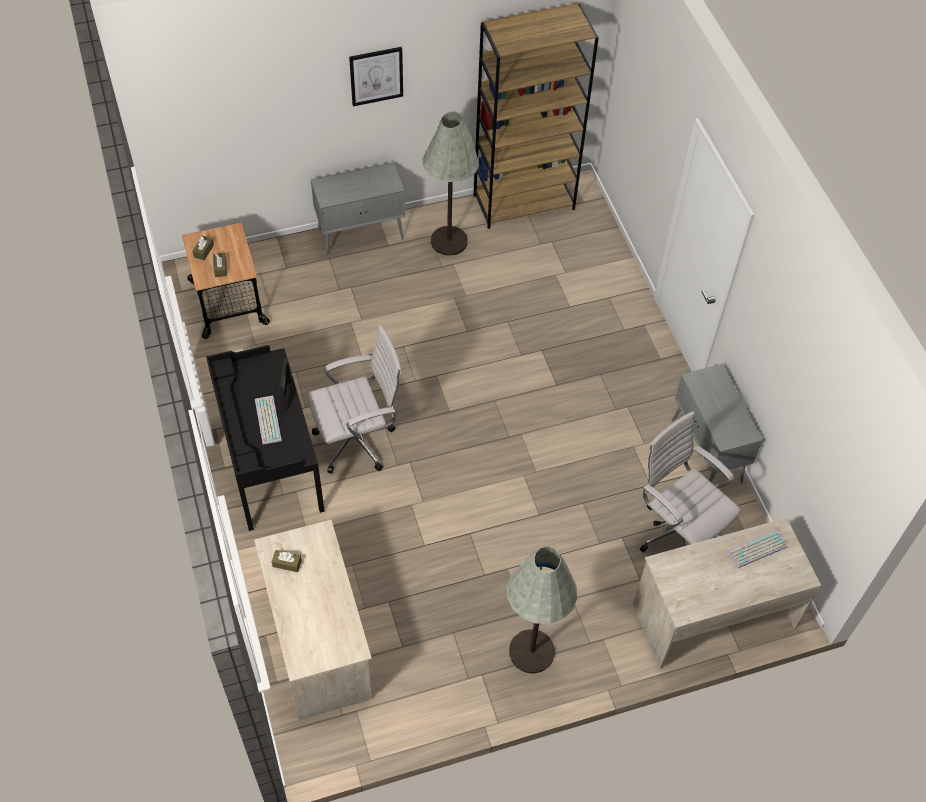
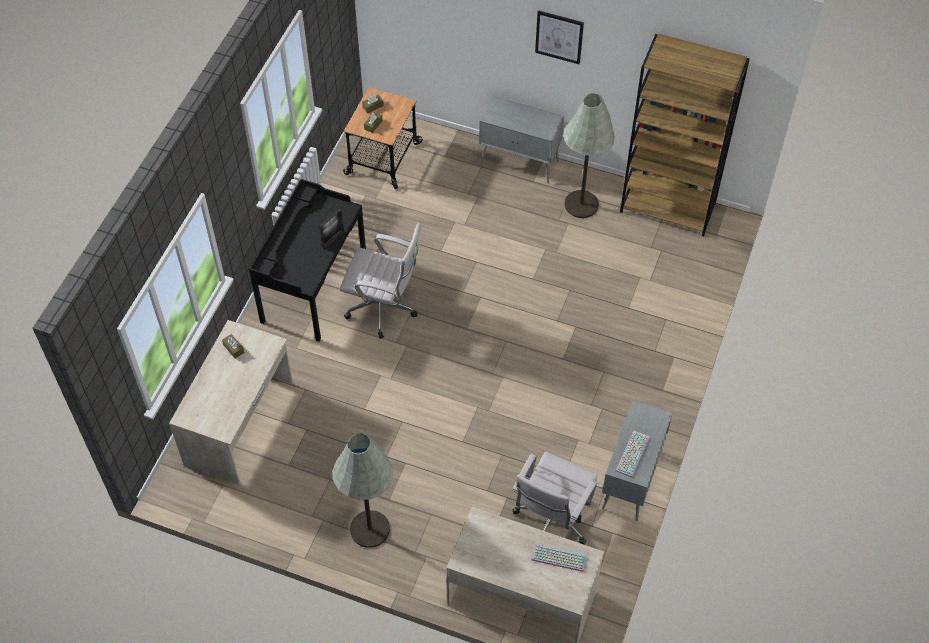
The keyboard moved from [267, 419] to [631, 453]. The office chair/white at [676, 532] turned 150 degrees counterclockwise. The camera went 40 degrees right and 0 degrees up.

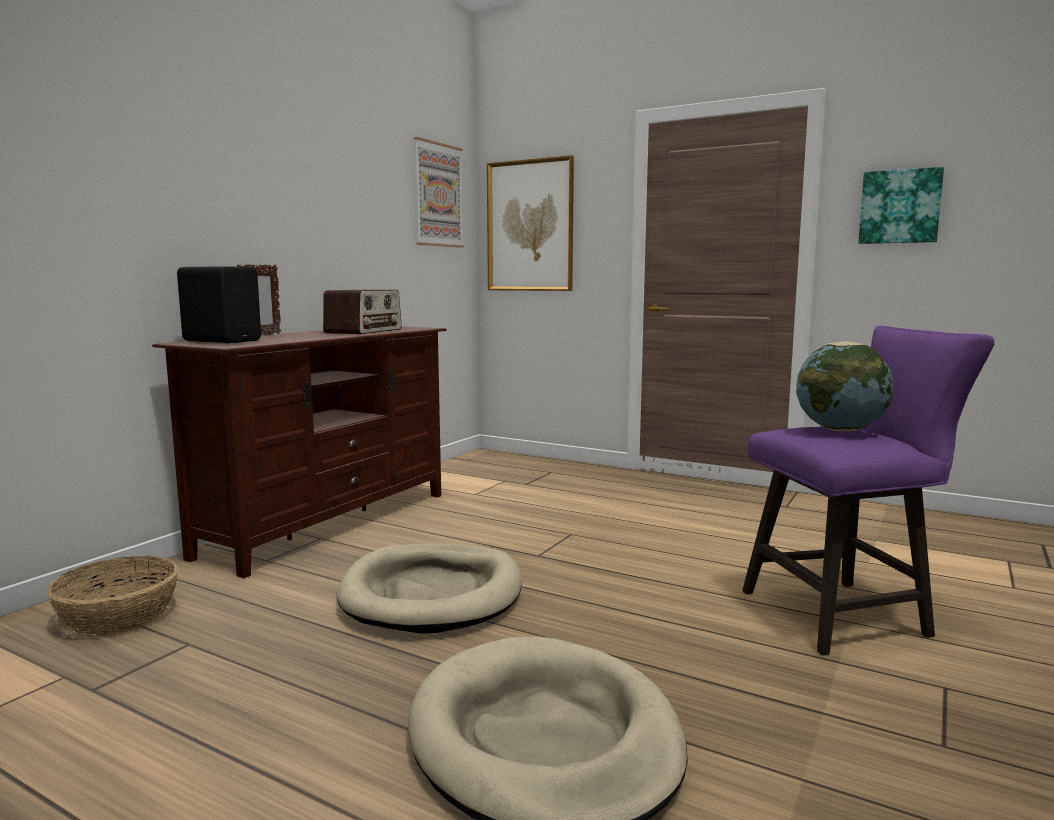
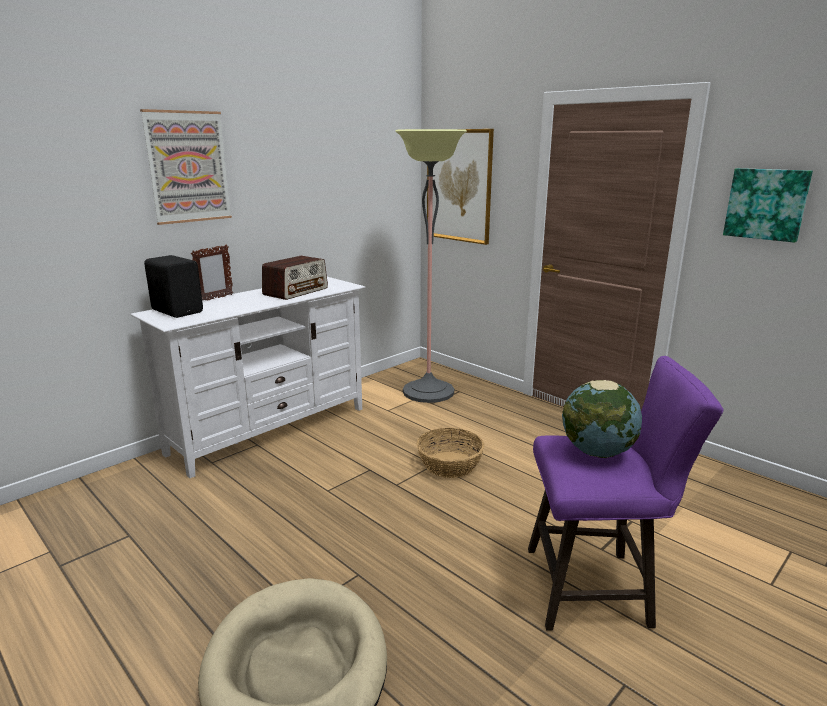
The basket moved from [118, 616] to [449, 464]. The tv stand/brown at [328, 523] became the tv stand/white at [270, 430]. The dog bed/beige at [433, 594] disappeared. The picture moved from [438, 195] to [188, 167]. The floor lamp at [428, 392] appeared. The camera went 15 degrees right and 10 degrees up.

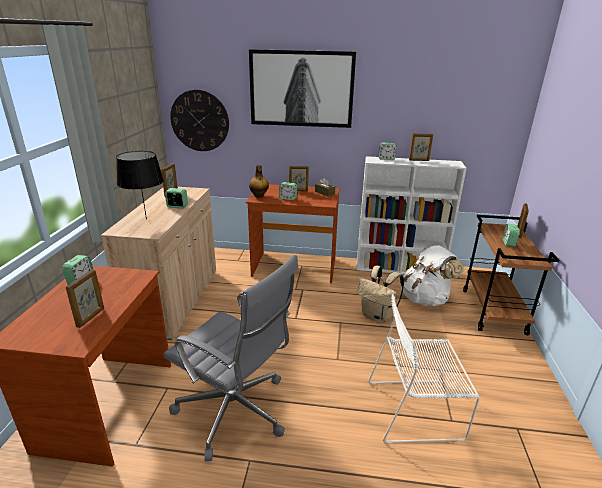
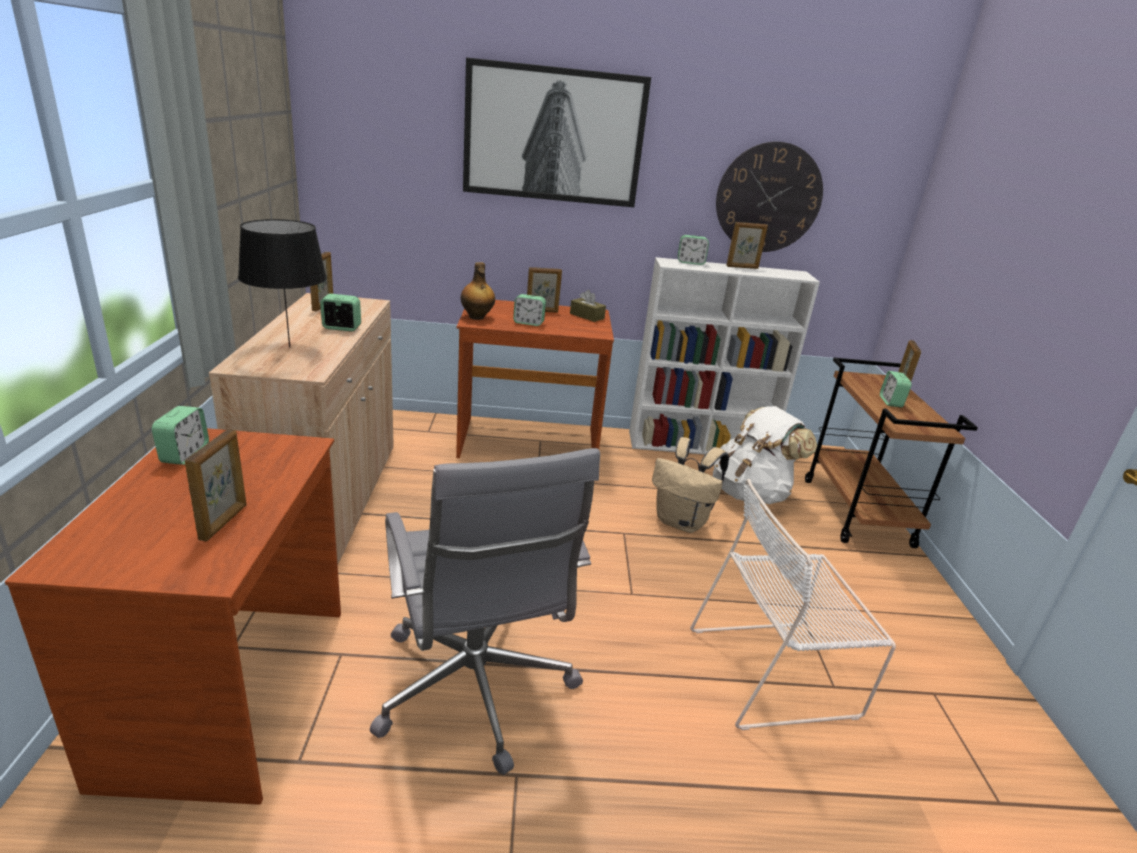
The office chair/grey at [235, 411] turned 45 degrees clockwise. The wall clock moved from [200, 121] to [768, 198]. The camera went 10 degrees left and 0 degrees up.

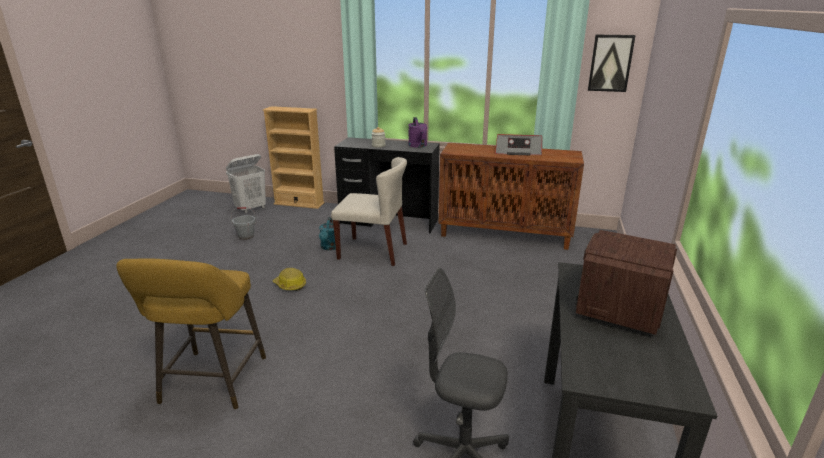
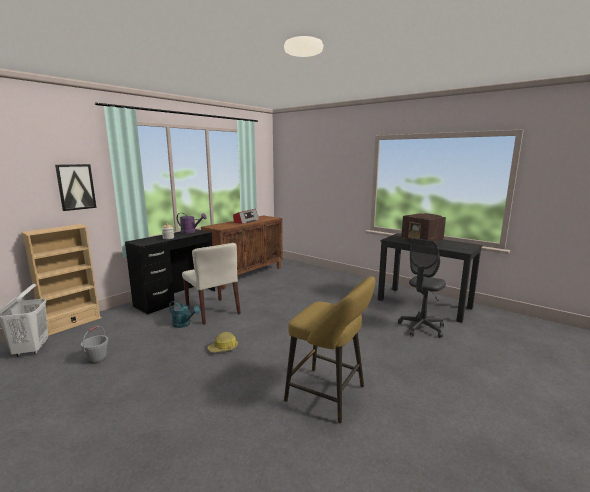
The chair/beige at [373, 251] turned 105 degrees clockwise. The picture moved from [610, 63] to [76, 187]. The camera went 65 degrees left and 10 degrees down.

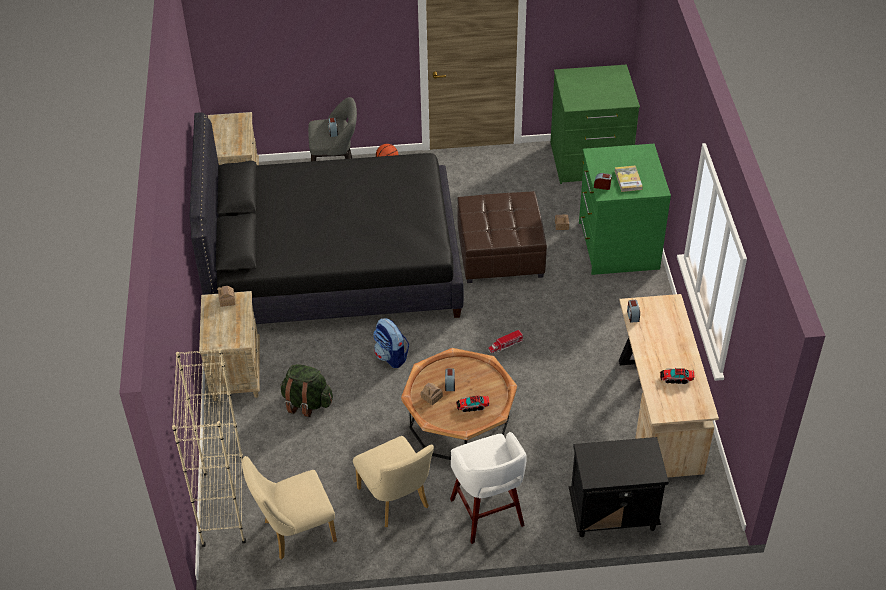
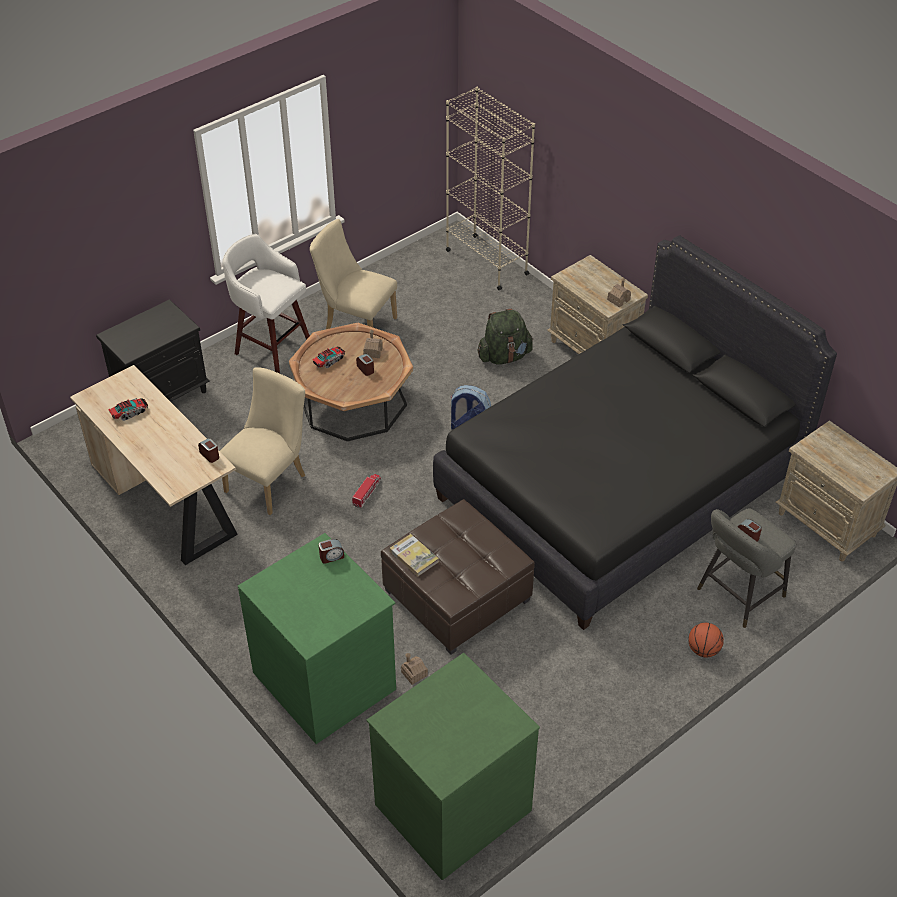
The chair/beige moved from [294, 532] to [270, 480]. The book moved from [628, 180] to [414, 556]. The camera went 145 degrees right and 0 degrees up.

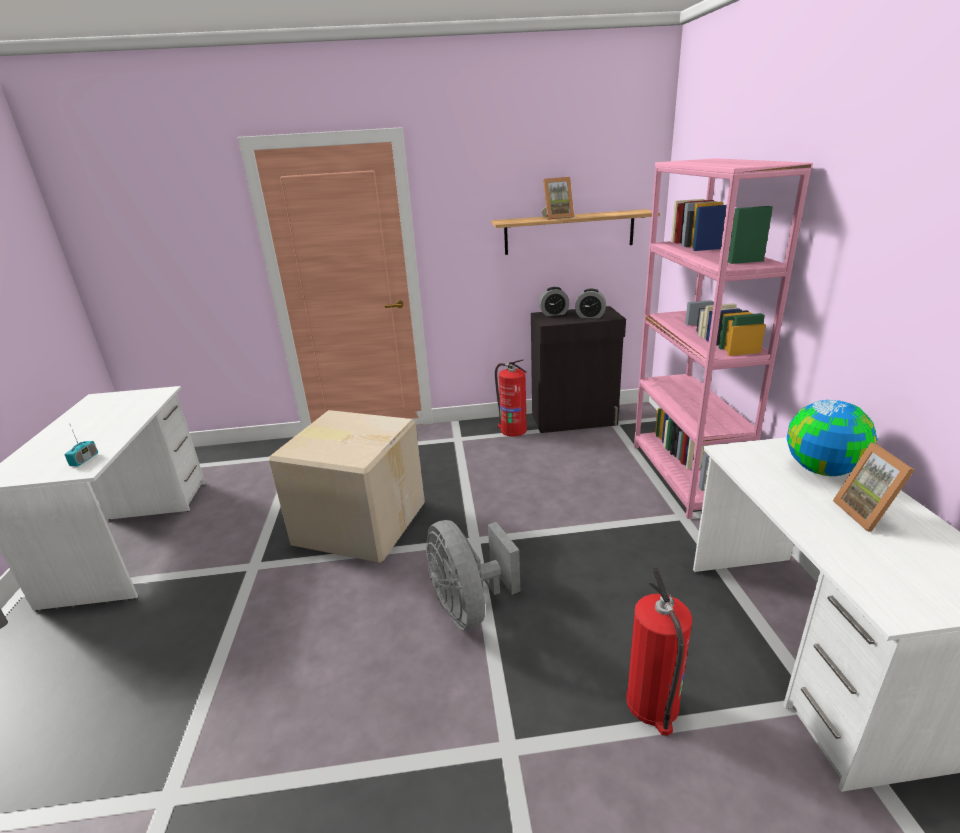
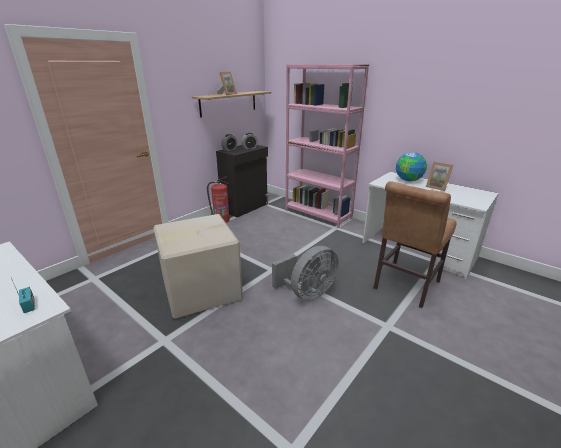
The fan/grey at [469, 606] turned 60 degrees counterclockwise. The fire extinguisher at [652, 704] was replaced by the chair/brown at [404, 286]. The camera went 45 degrees left and 0 degrees up.

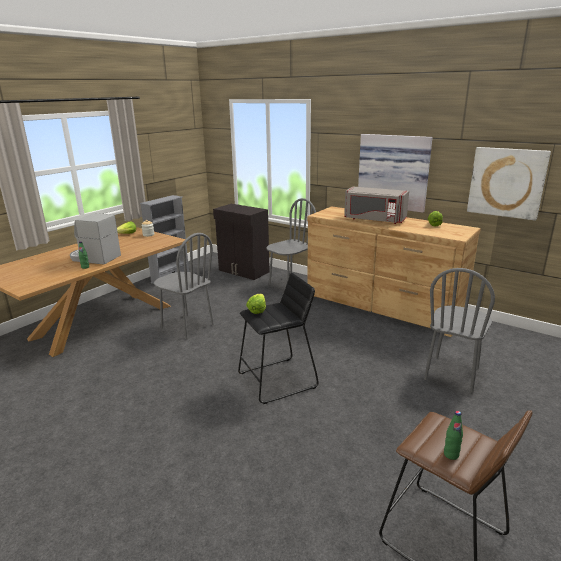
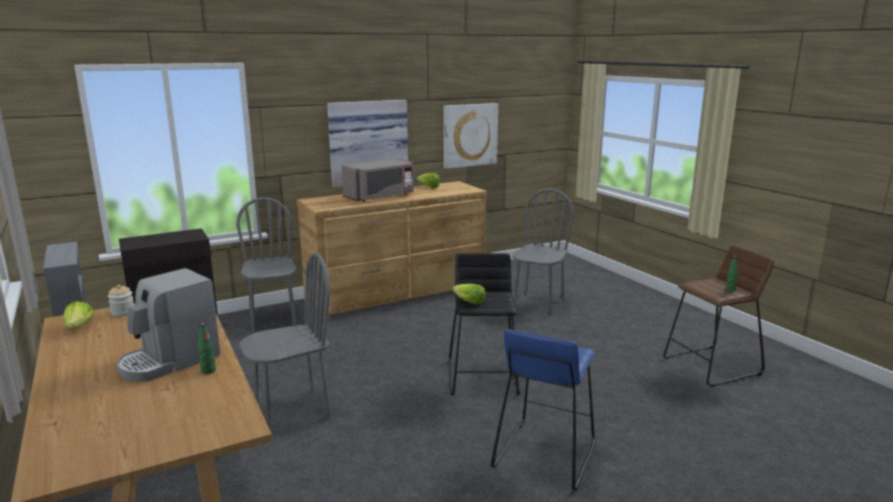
The chair/grey at [452, 373] turned 120 degrees counterclockwise. The stool/blue at [544, 455] appeared. The camera went 65 degrees left and 5 degrees down.

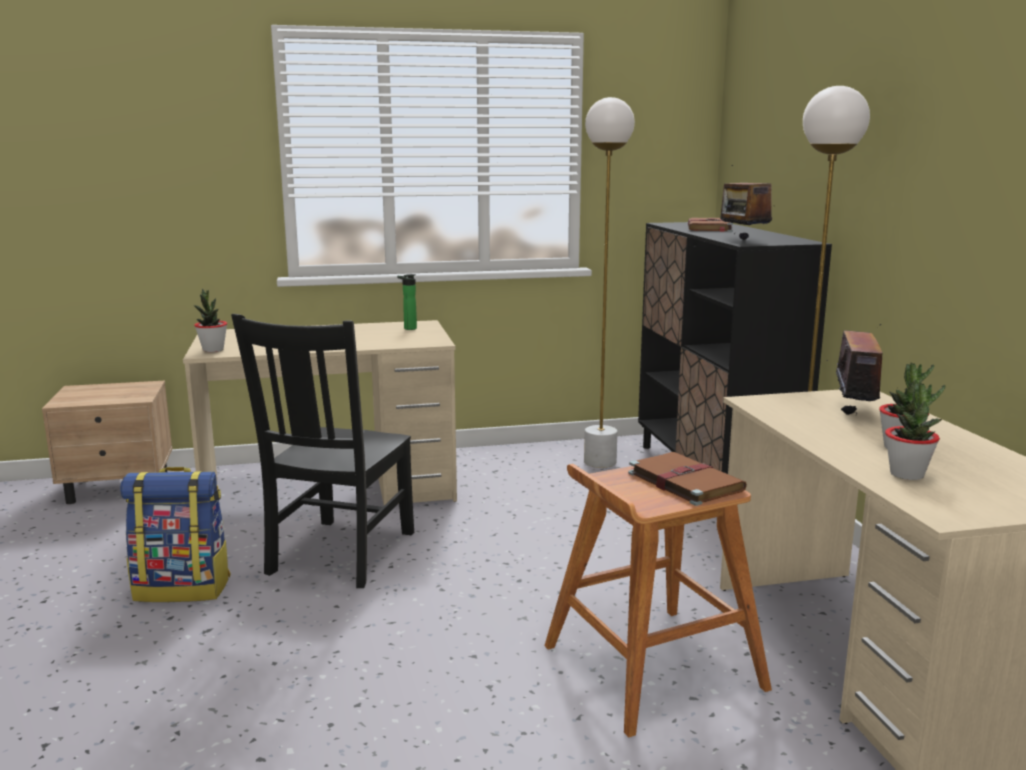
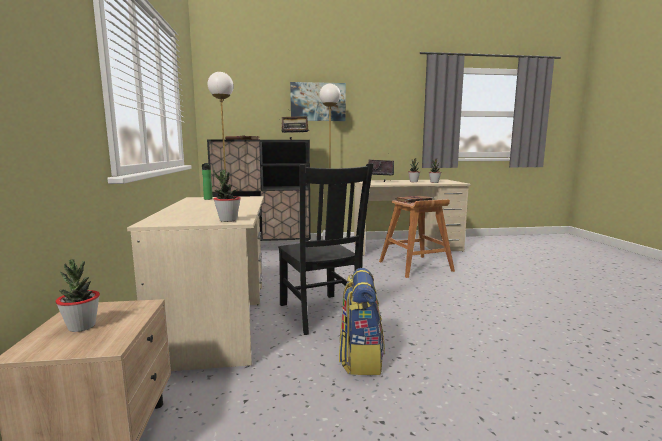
The chair/black at [339, 555] turned 45 degrees clockwise. The potted plant at [82, 327] appeared. The picture at [318, 102] appeared. The camera went 85 degrees left and 5 degrees down.

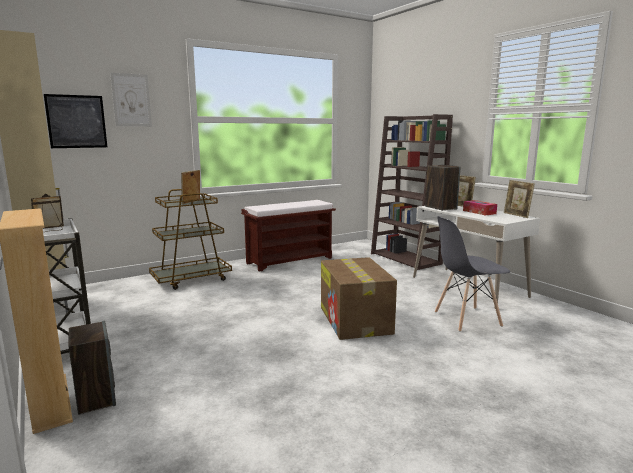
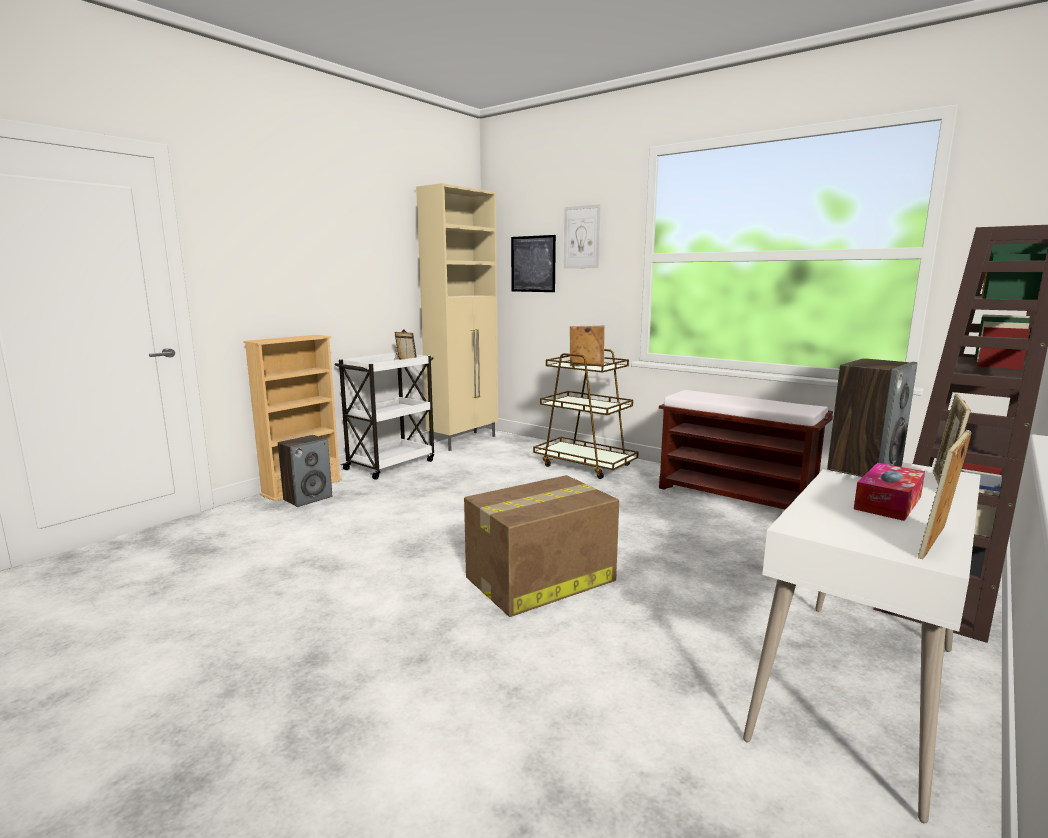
The chair/grey at [466, 319] disappeared. The camera went 70 degrees right and 0 degrees up.

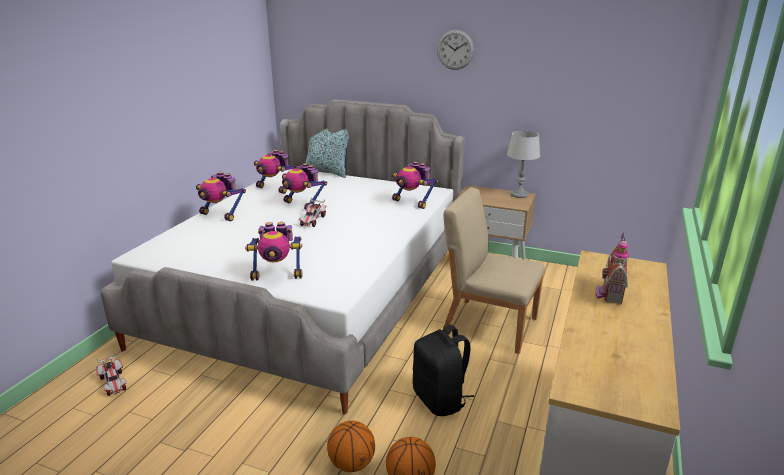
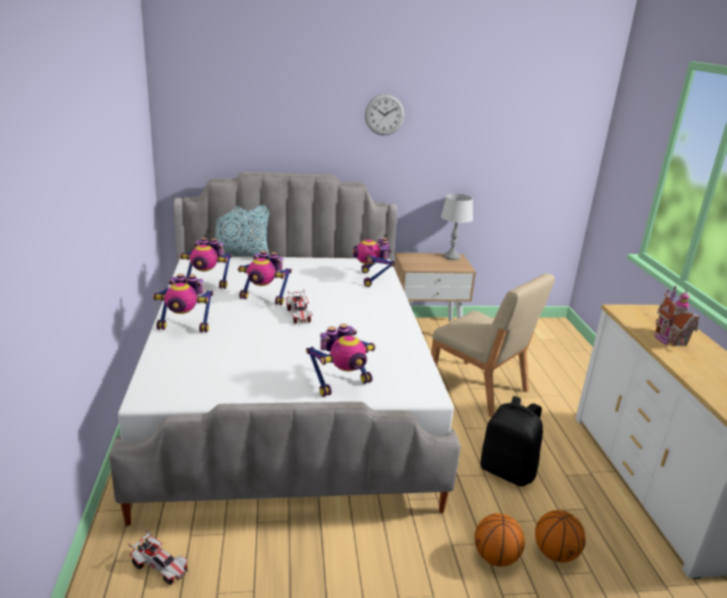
The toy robot at [412, 202] turned 75 degrees clockwise. The chair/beige at [488, 324] turned 135 degrees counterclockwise. The camera went 30 degrees left and 0 degrees up.

